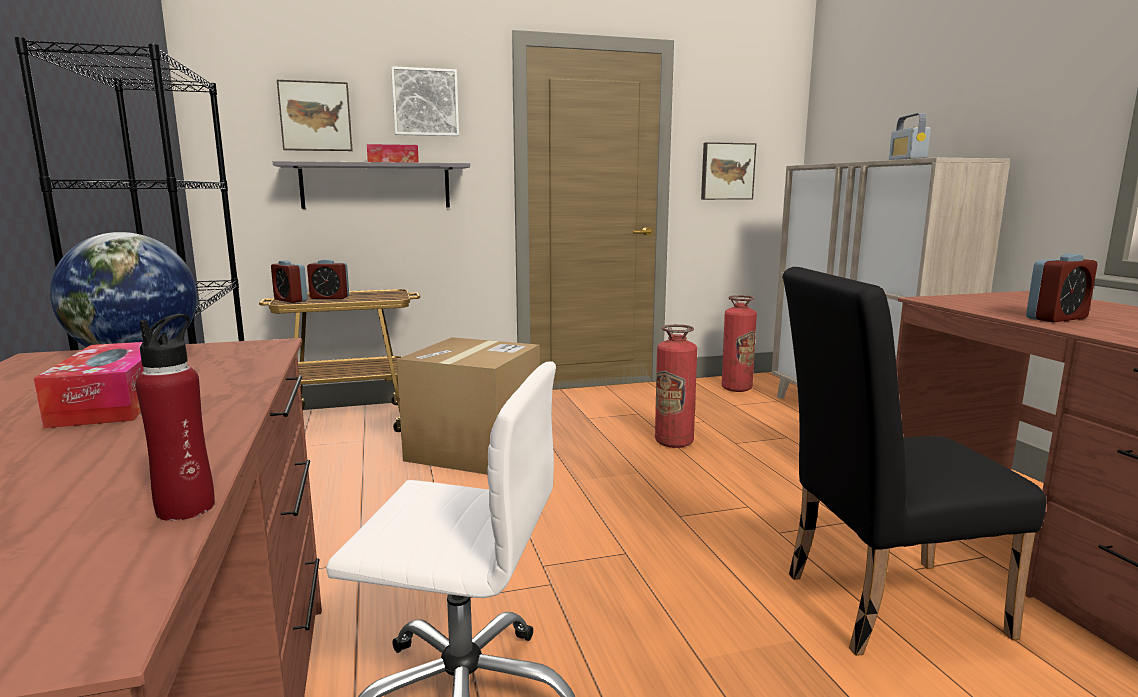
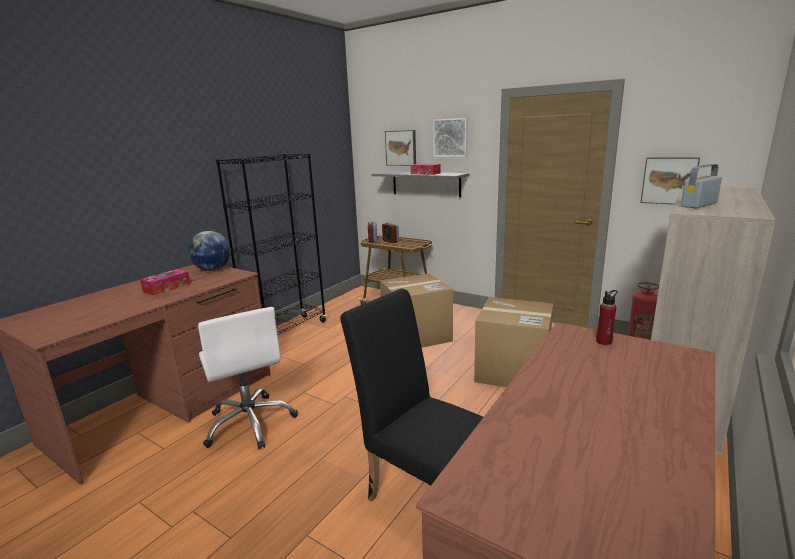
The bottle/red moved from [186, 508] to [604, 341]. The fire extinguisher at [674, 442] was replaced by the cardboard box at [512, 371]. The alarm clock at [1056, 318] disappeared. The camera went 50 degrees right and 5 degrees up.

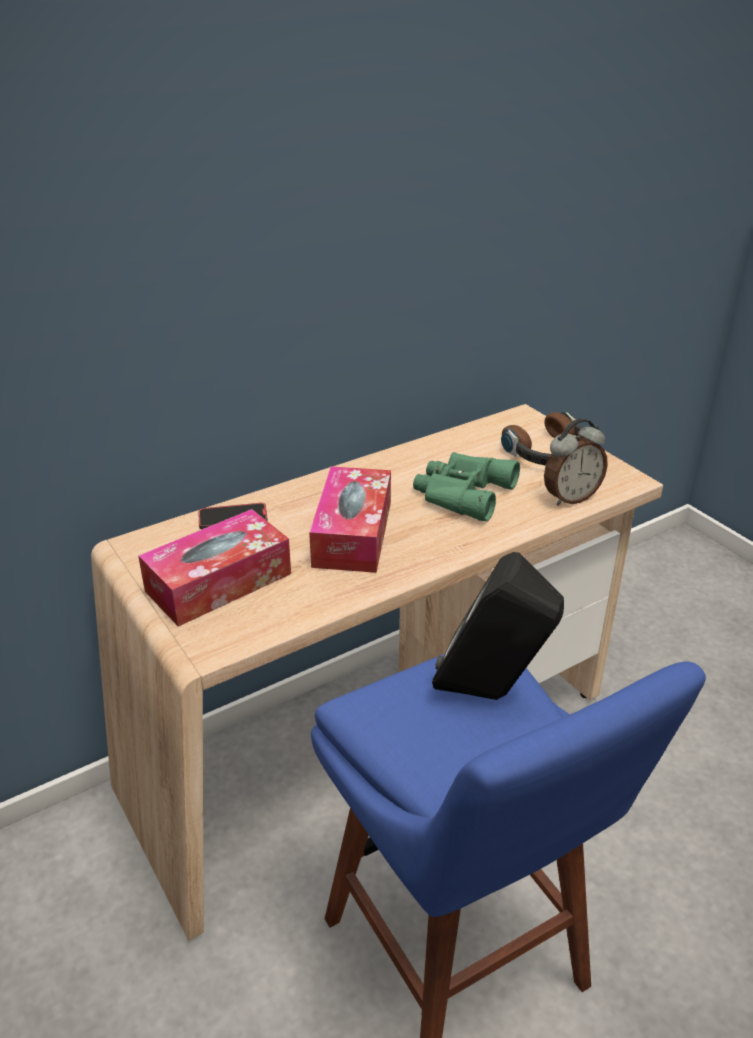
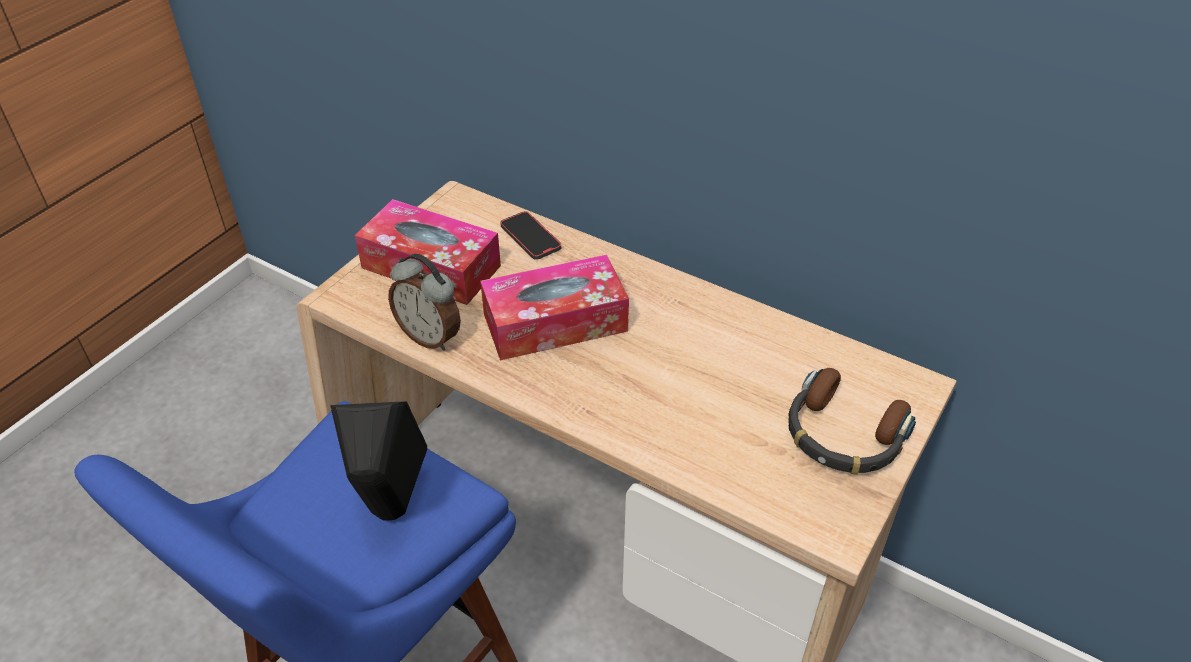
The binoculars/green at [461, 493] disappeared. The alarm clock moved from [570, 497] to [430, 336]. The camera went 65 degrees right and 10 degrees up.

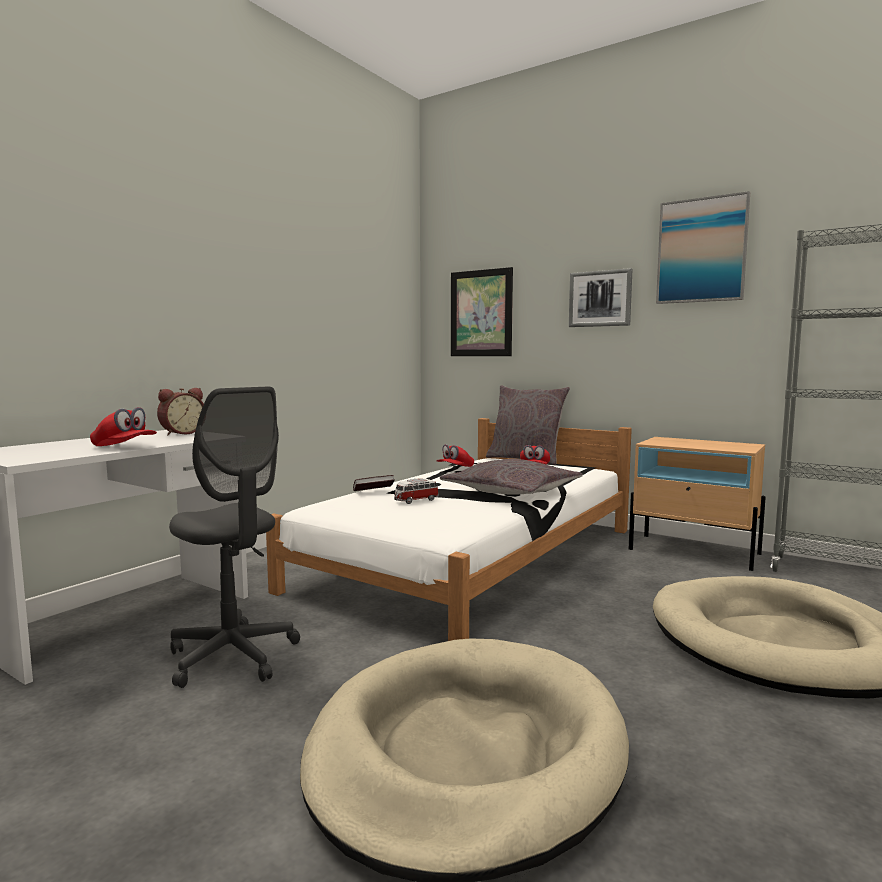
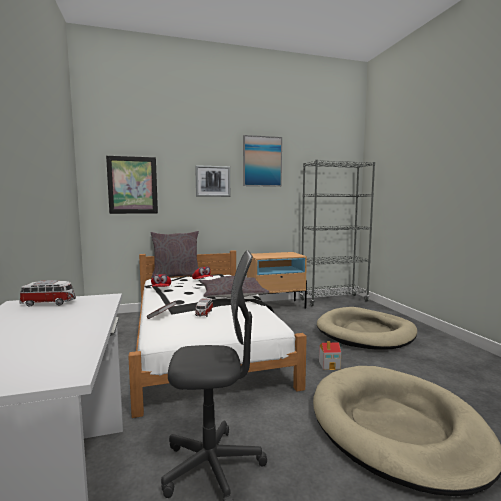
The cap/red at [124, 447] disappeared. The alarm clock at [182, 433] was replaced by the toy car at [49, 303]. The toy house at [329, 365] appeared. The camera went 50 degrees left and 0 degrees up.

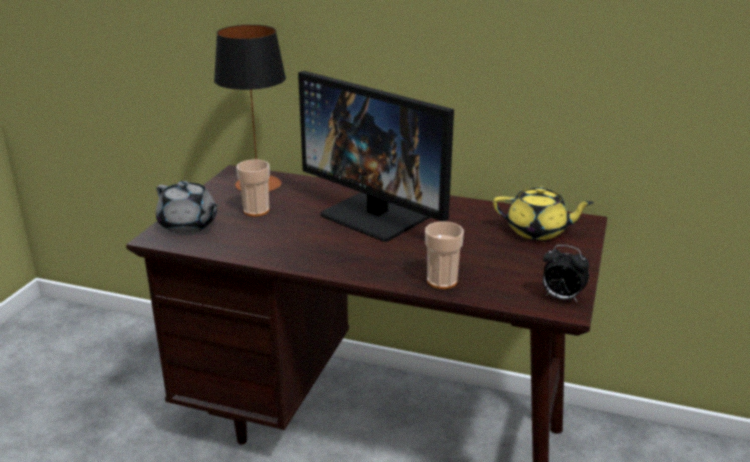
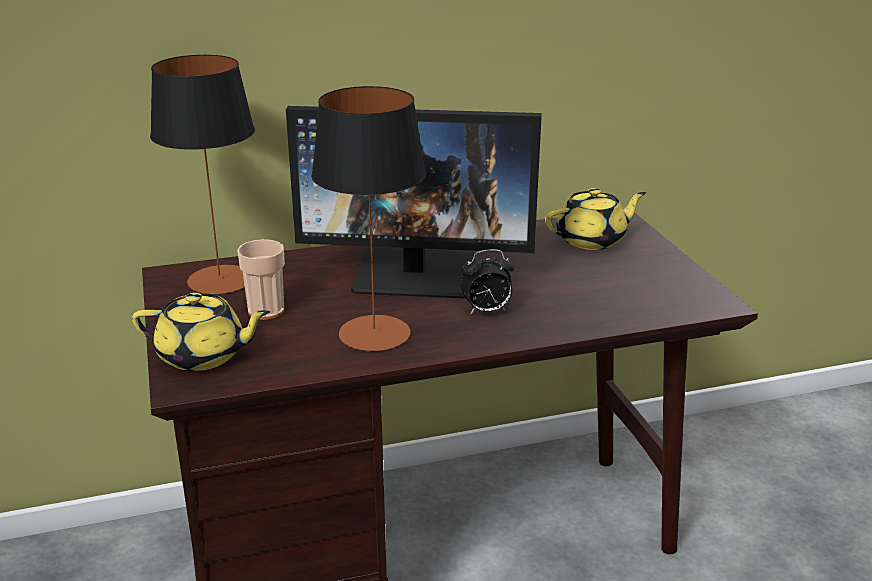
The teapot/grey at [188, 225] became the teapot/yellow at [203, 356]. The cup at [442, 281] disappeared. The alarm clock moved from [561, 298] to [486, 311]. The table lamp at [374, 333] appeared. The camera went 35 degrees left and 0 degrees up.

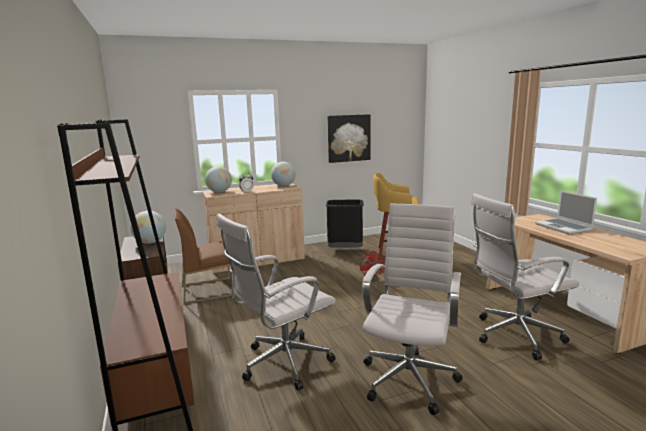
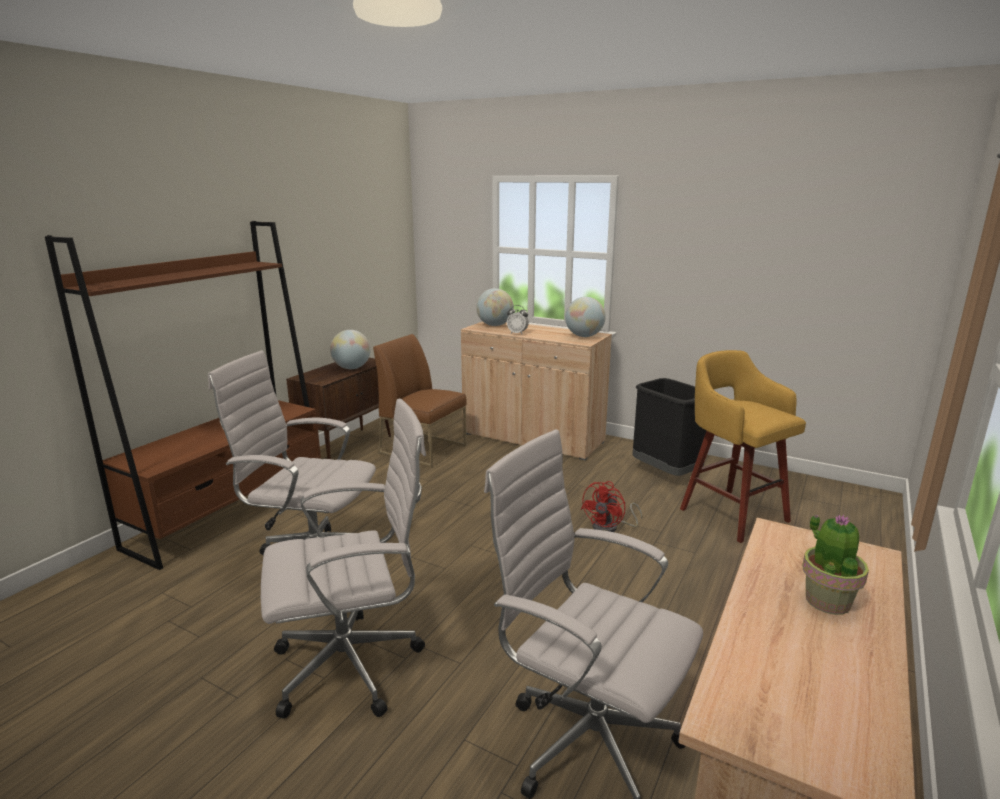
The picture at [348, 138] disappeared. The laptop at [564, 227] was replaced by the potted plant at [827, 600]. The camera went 50 degrees right and 5 degrees up.

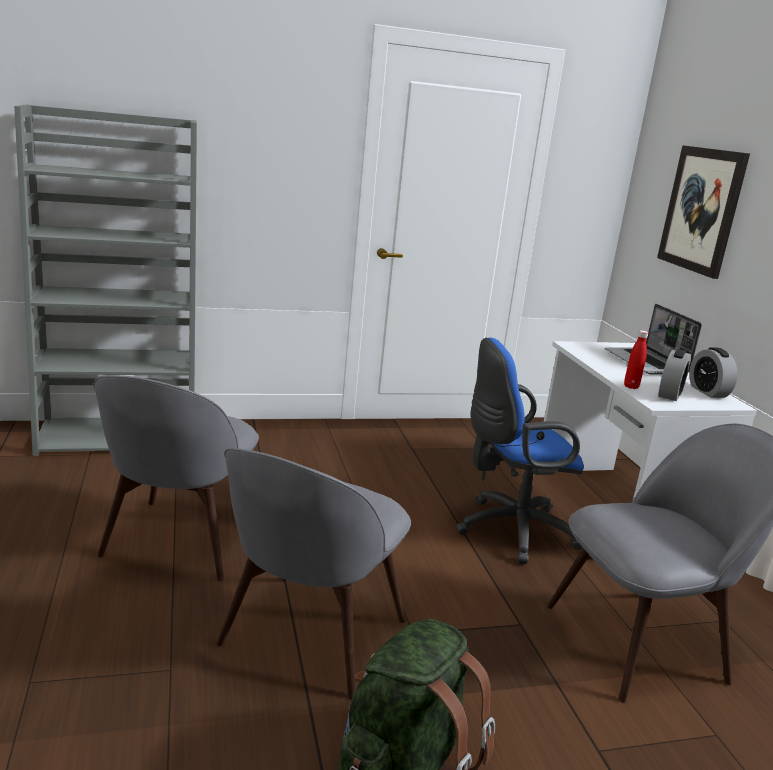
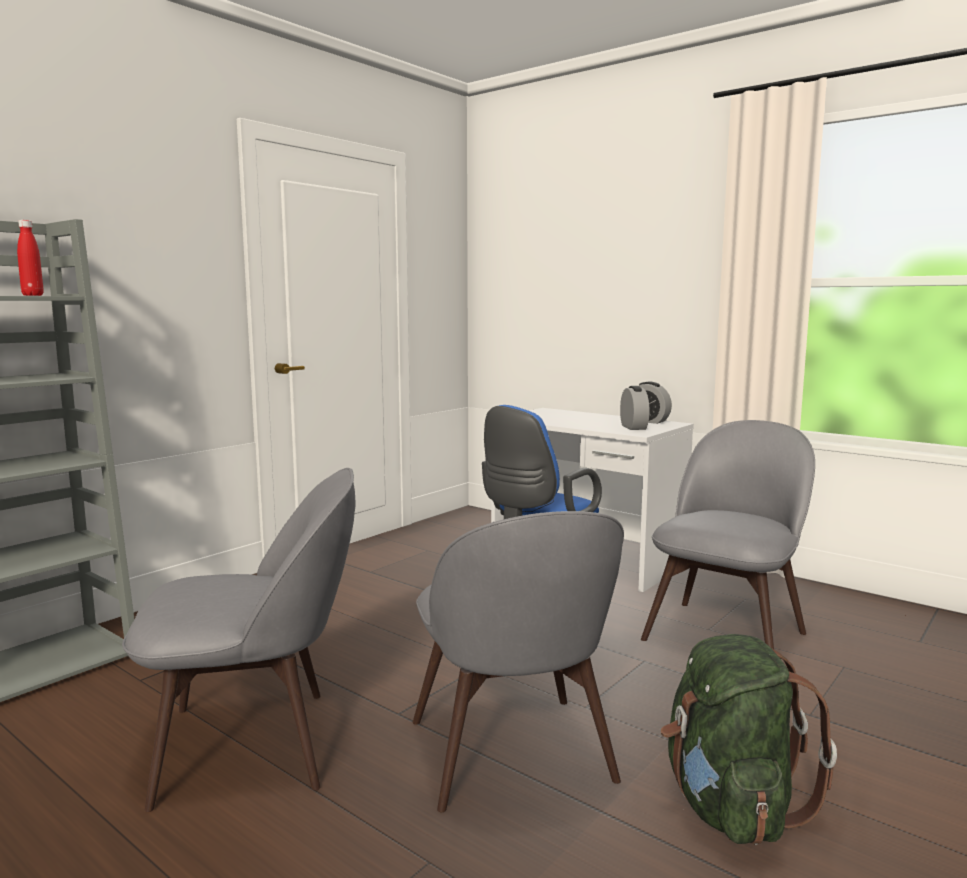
The chair/grey at [179, 542] turned 75 degrees counterclockwise. The laptop at [647, 363] disappeared. The bottle/red moved from [631, 386] to [32, 295]. The picture at [702, 210] disappeared. The camera went 35 degrees left and 10 degrees down.

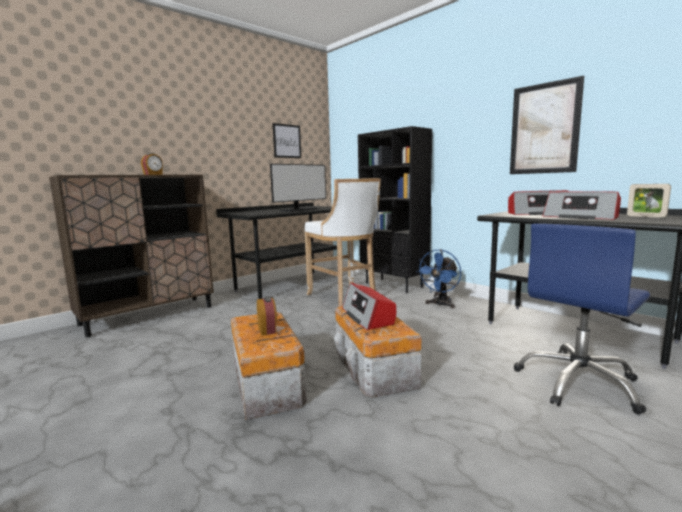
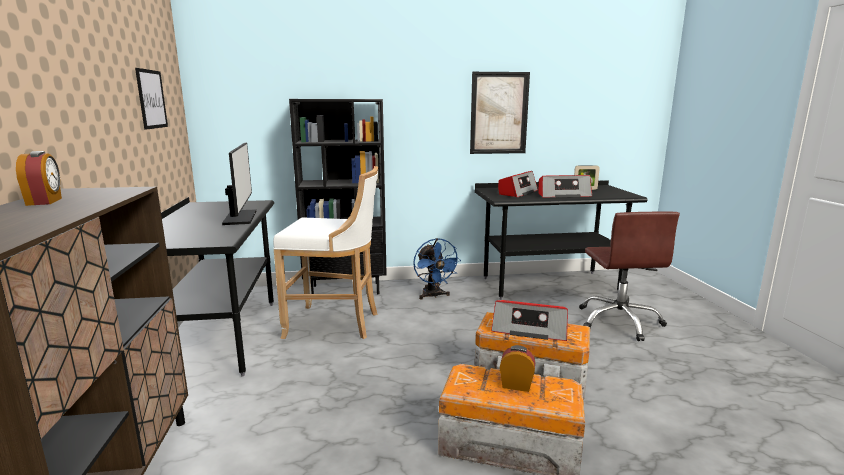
The office chair/blue at [578, 383] became the office chair/brown at [619, 321]. The camera went 55 degrees left and 5 degrees up.

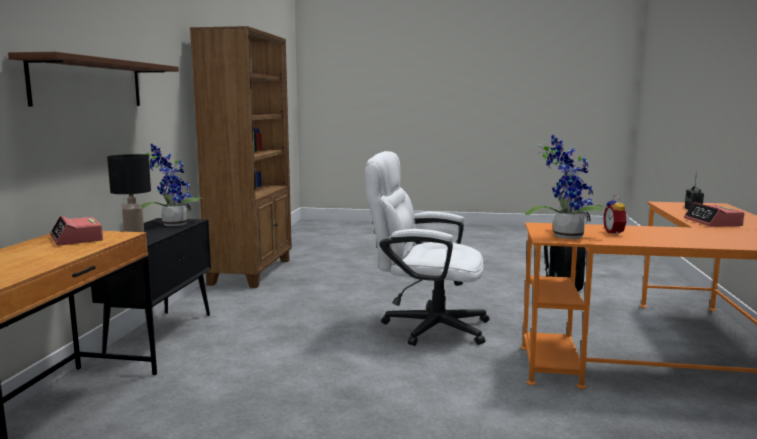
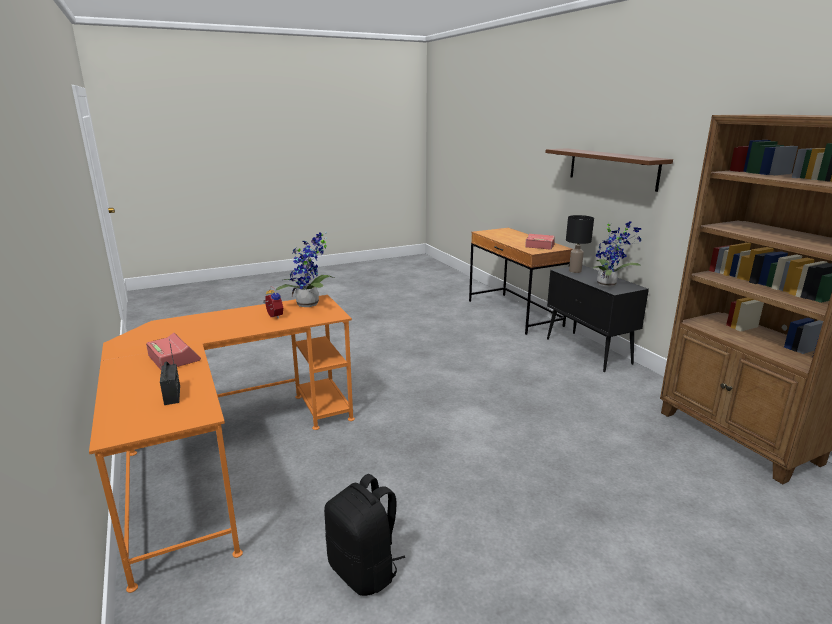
The office chair/white at [425, 327] disappeared. The camera went 145 degrees right and 10 degrees up.

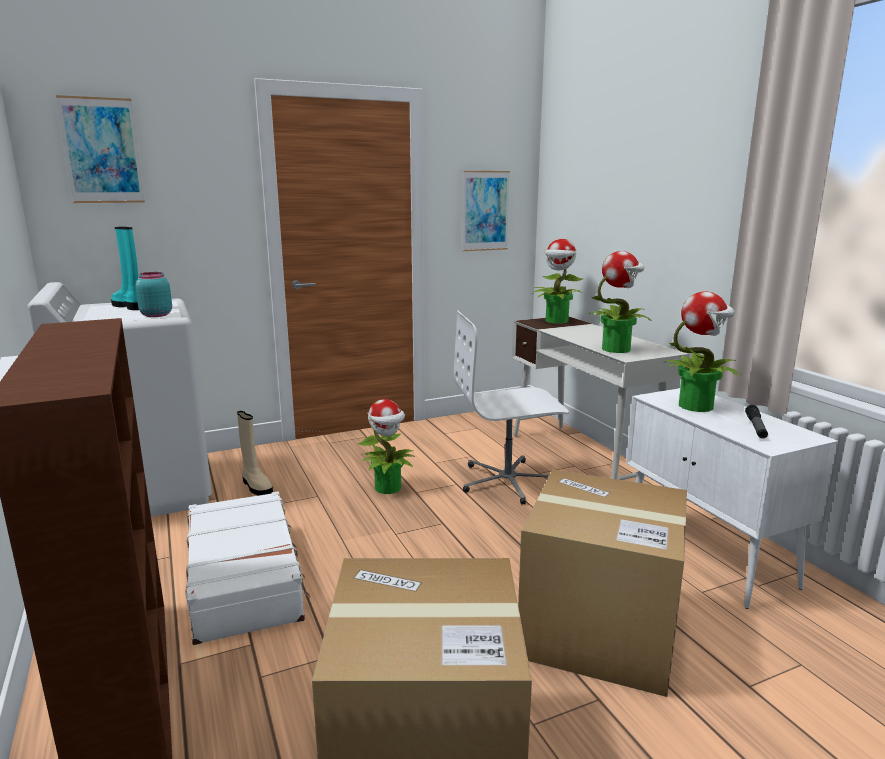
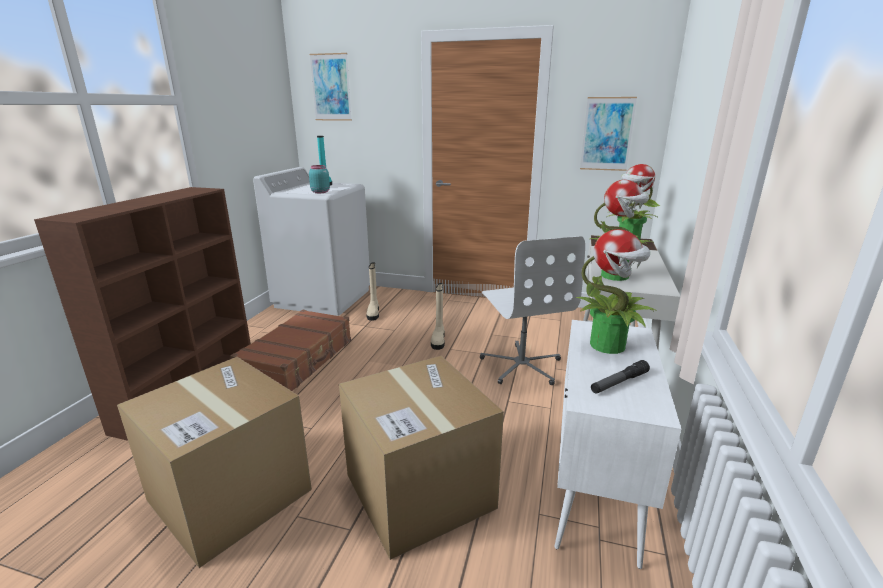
The suitcase/white at [245, 578] became the suitcase/brown at [299, 360]. The potted plant at [389, 488] was replaced by the boot/beige at [438, 340]. The office chair/white at [508, 481] turned 135 degrees counterclockwise. The camera went 40 degrees right and 5 degrees up.

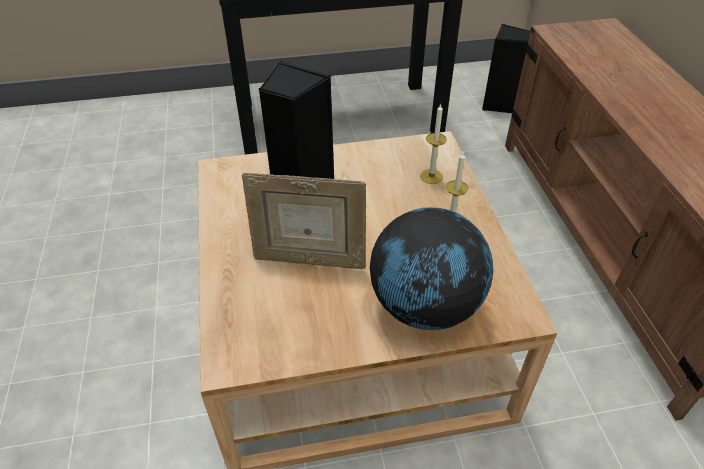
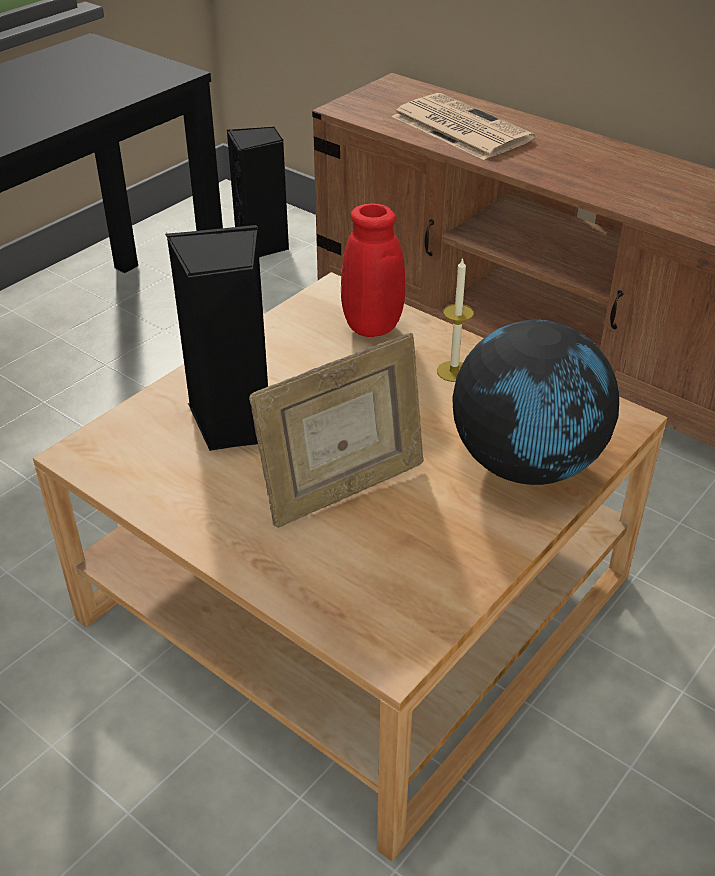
The candle at [431, 176] was replaced by the vase/red at [371, 330]. The newspaper at [459, 127] appeared. The camera went 40 degrees left and 5 degrees down.

